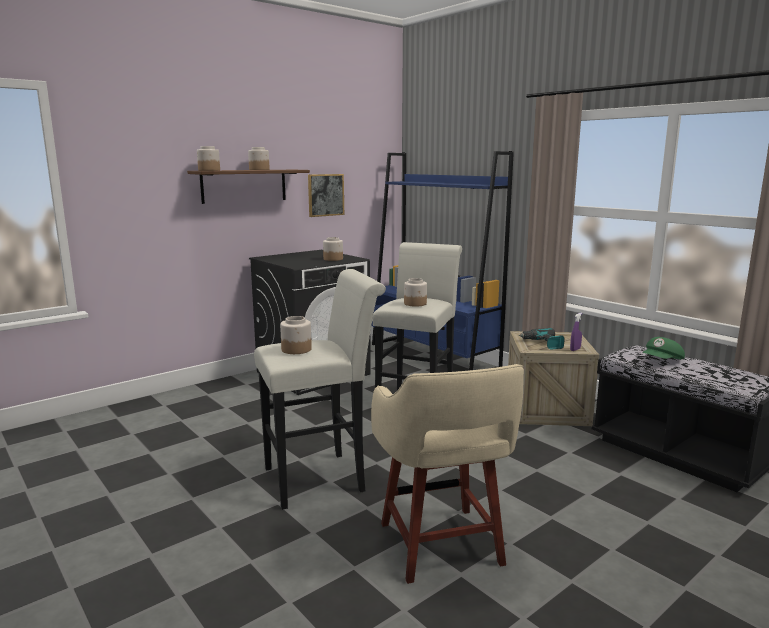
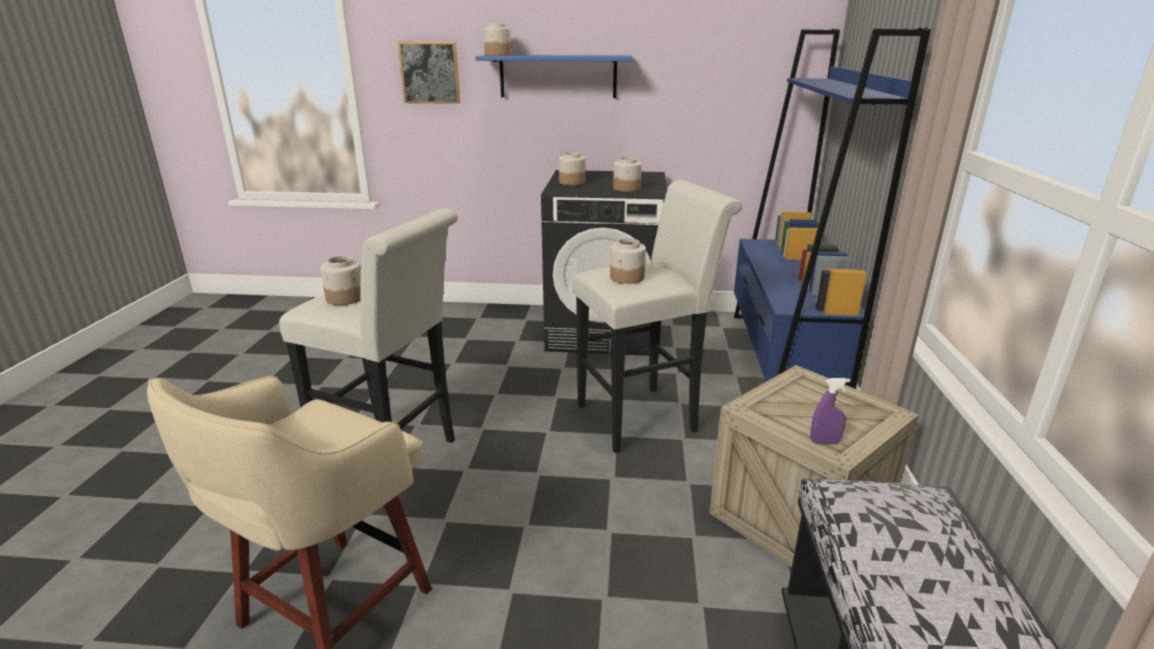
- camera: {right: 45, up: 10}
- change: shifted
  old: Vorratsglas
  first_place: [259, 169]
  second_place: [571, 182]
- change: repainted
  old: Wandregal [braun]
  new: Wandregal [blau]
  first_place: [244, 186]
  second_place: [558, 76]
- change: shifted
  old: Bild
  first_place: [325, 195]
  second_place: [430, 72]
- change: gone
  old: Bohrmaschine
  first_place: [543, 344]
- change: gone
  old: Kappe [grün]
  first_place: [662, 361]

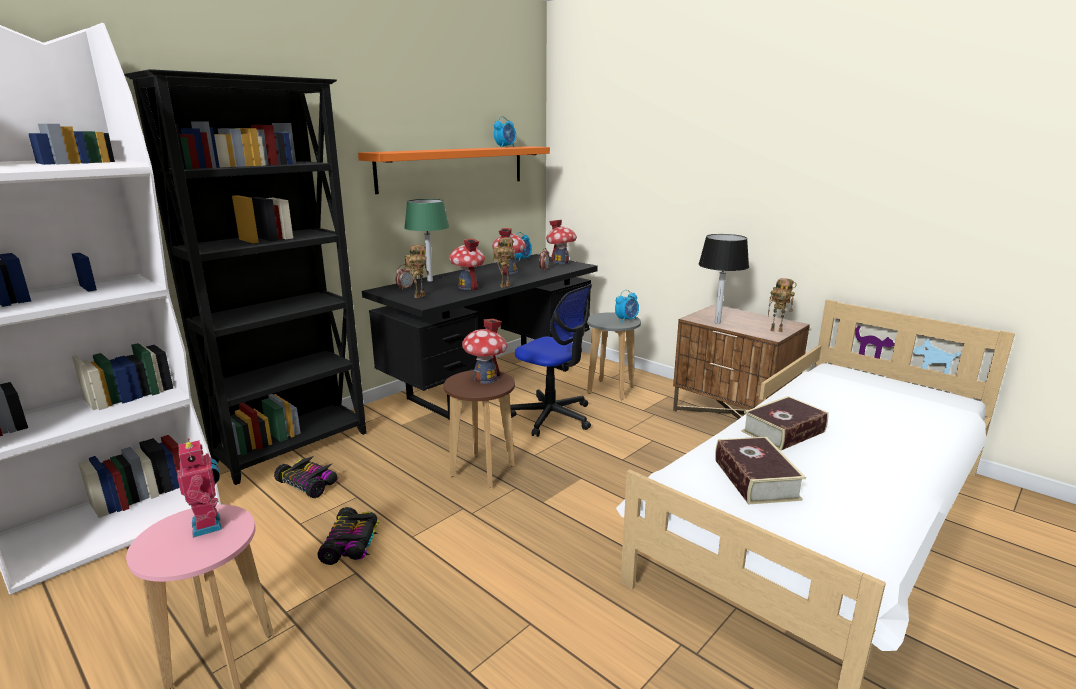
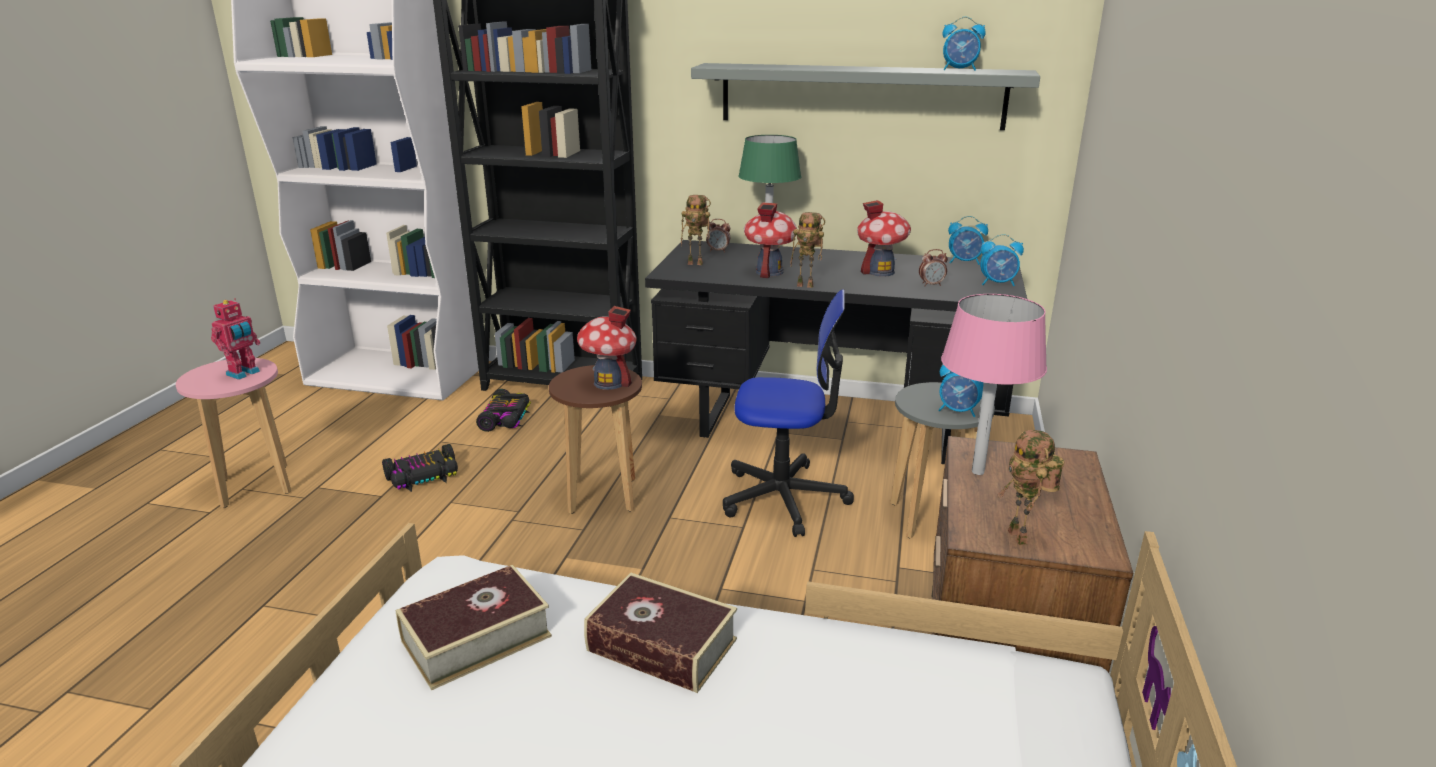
- camera: {right: 60, up: 5}
- change: repainted
  old: Wandregal [orange]
  new: Wandregal [grau]
  first_place: [453, 168]
  second_place: [861, 96]
- change: swapped
  old: Spielzeughaus
  new: Wecker
  first_place: [561, 262]
  second_place: [998, 283]
- change: repainted
  old: Tischlampe [schwarz]
  new: Tischlampe [rosa]
  first_place: [717, 322]
  second_place: [978, 472]
- change: rotated
  old: Bürostuhl
  first_place: [552, 417]
  second_place: [784, 498]
  degrees: -90

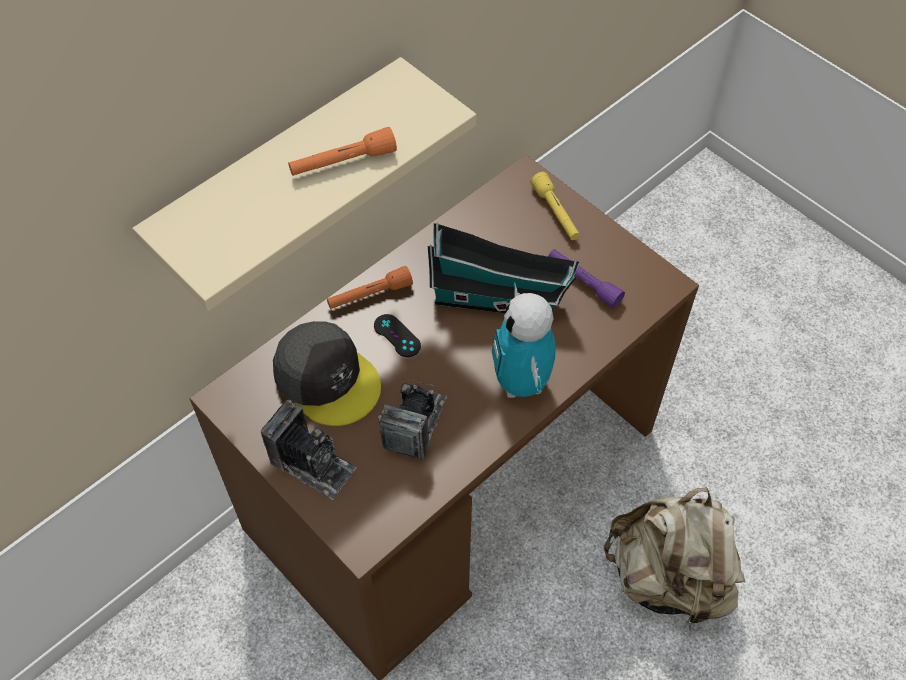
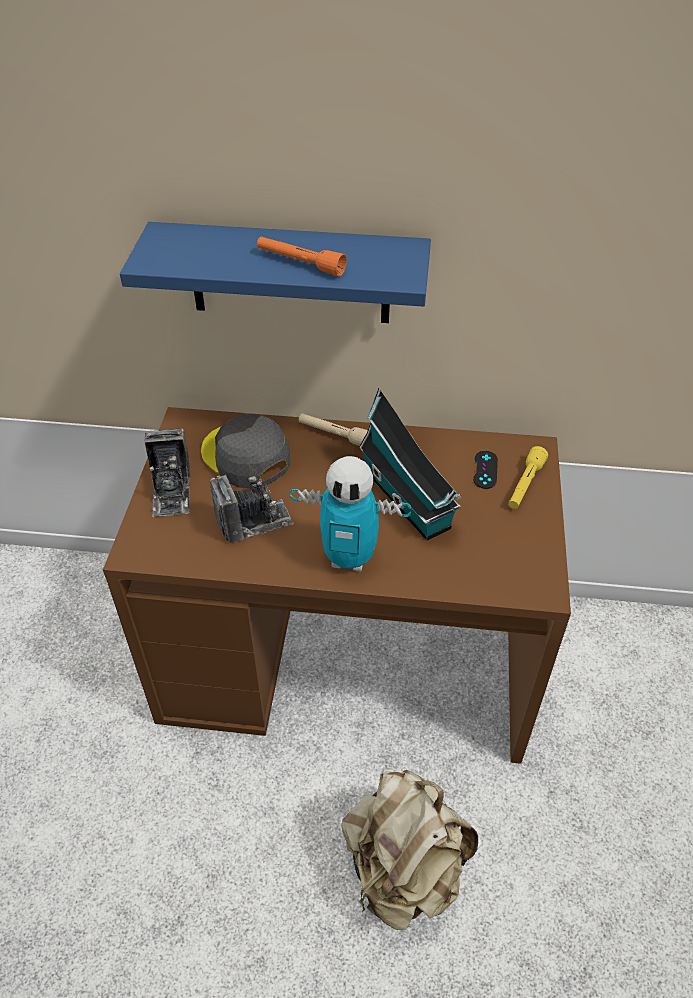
- camera: {right: 50, up: -10}
- change: repainted
  old: Wandregal [beige]
  new: Wandregal [blau]
  first_place: [282, 177]
  second_place: [290, 273]
- change: gone
  old: Taschenlampe [lila]
  first_place: [583, 282]
- change: repainted
  old: Taschenlampe [orange]
  new: Taschenlampe [beige]
  first_place: [369, 295]
  second_place: [334, 435]
- change: rotated
  old: Spielzeugroboter
  first_place: [521, 383]
  second_place: [349, 558]
  degrees: -120
- change: shifted
  old: Gamepad [schwarz]
  first_place: [397, 336]
  second_place: [485, 470]
- change: rotated
  old: Kappe [grau]
  first_place: [327, 378]
  second_place: [245, 456]
  degrees: 135

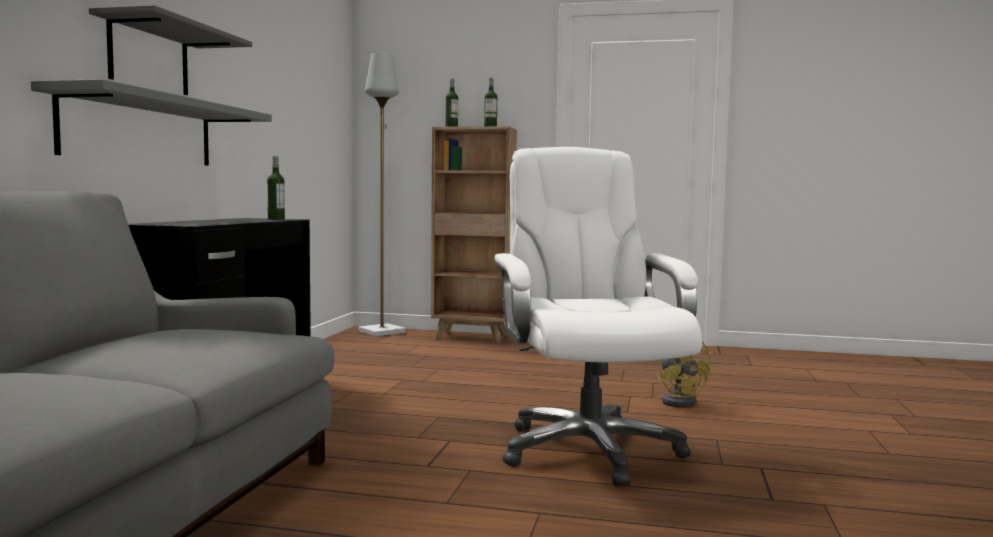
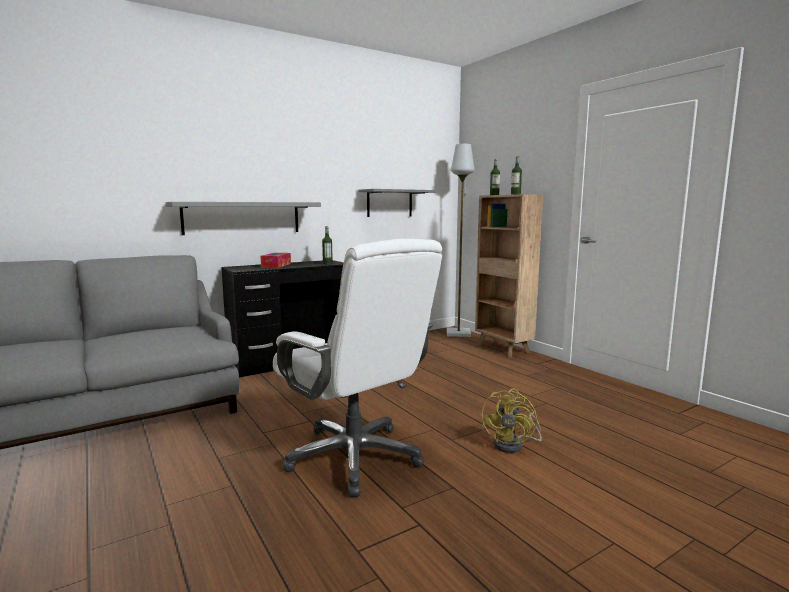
- camera: {right: 45, up: 5}
- change: shifted
  old: Wandregal [grau]
  first_place: [149, 57]
  second_place: [389, 203]
- change: rotated
  old: Bürostuhl [weiß]
  first_place: [588, 450]
  second_place: [355, 457]
  degrees: 105
- change: new
  new: Taschentuchbox
  second_place: [276, 265]

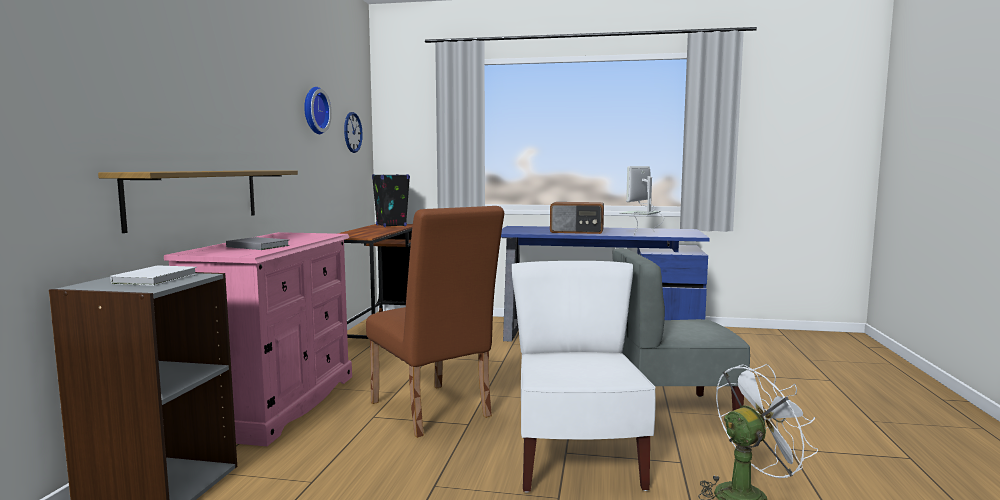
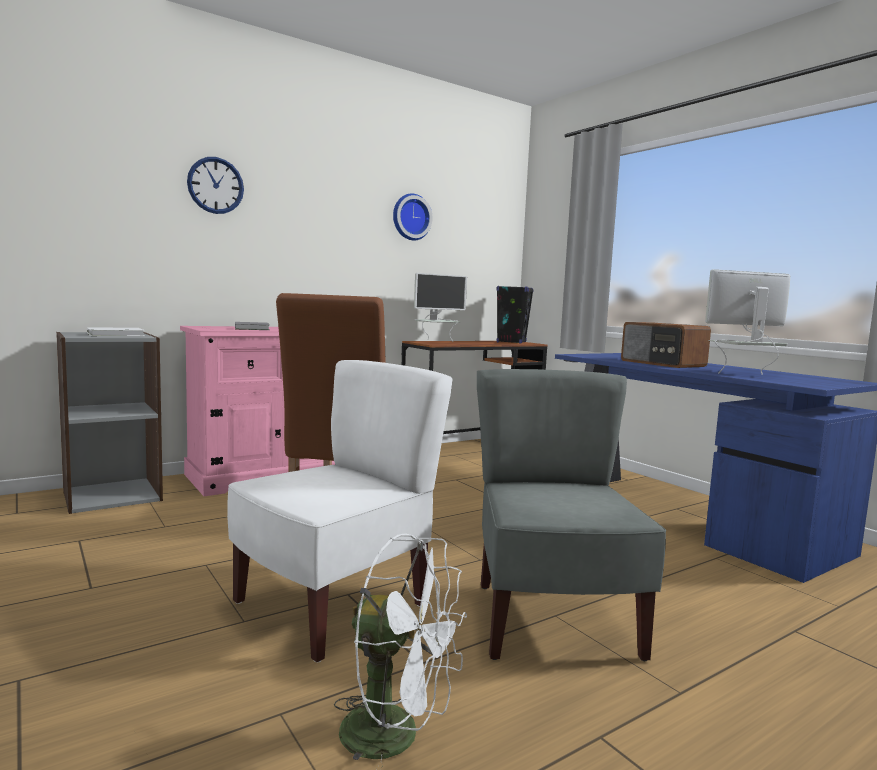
- camera: {right: 45, up: 0}
- change: shifted
  old: Wanduhr
  first_place: [352, 132]
  second_place: [215, 185]
- change: gone
  old: Wandregal
  first_place: [196, 197]
- change: rotated
  old: Stuhl [grau]
  first_place: [672, 414]
  second_place: [551, 620]
  degrees: 45
- change: new
  new: Monitor
  second_place: [436, 342]

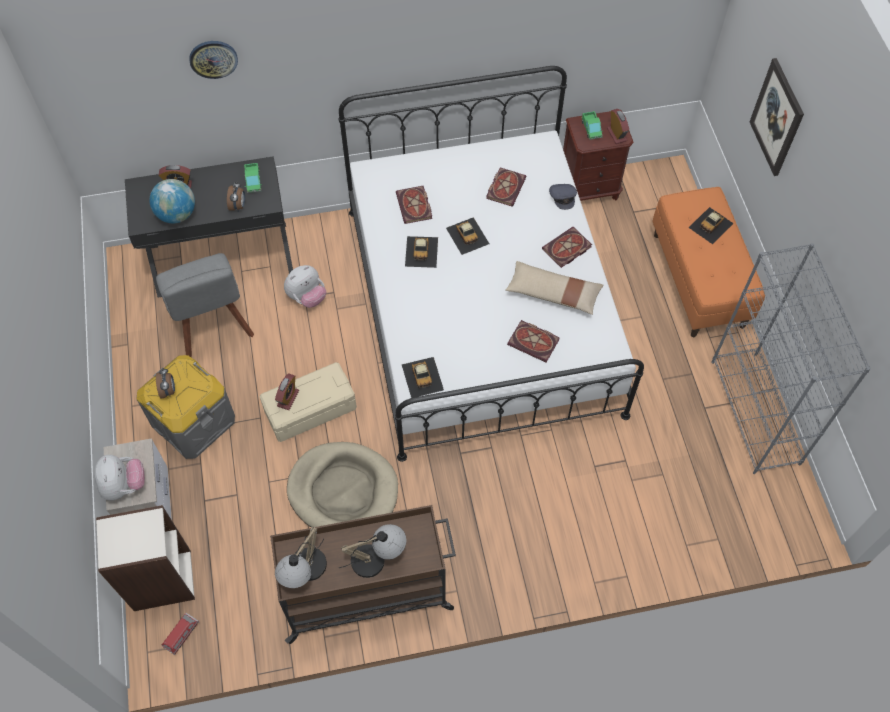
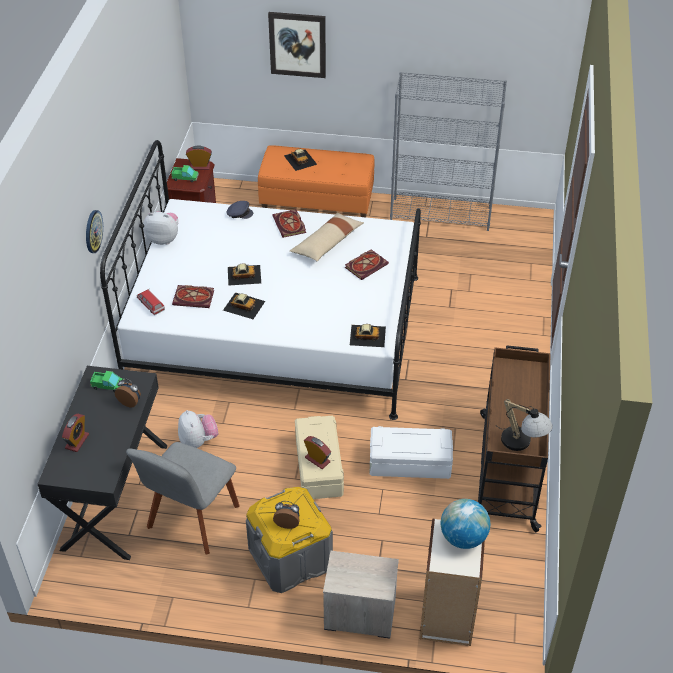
- camera: {right: -70, up: -15}
- change: shifted
  old: Wanduhr
  first_place: [213, 58]
  second_place: [93, 231]
- change: gone
  old: Buch
  first_place: [505, 187]
- change: shifted
  old: Globus
  first_place: [177, 214]
  second_place: [463, 537]
- change: rotated
  old: Stuhl [grau]
  first_place: [213, 327]
  second_place: [191, 520]
  degrees: 120
- change: swapped
  old: Hundebett [beige]
  new: Aufbewahrungsbox [weiß]
  first_place: [343, 491]
  second_place: [409, 463]
- change: shifted
  old: Plüschtier
  first_place: [124, 485]
  second_place: [163, 239]
- change: gone
  old: Tischlampe
  first_place: [377, 559]
- change: shifted
  old: Spielzeugauto
  first_place: [181, 635]
  second_place: [151, 305]

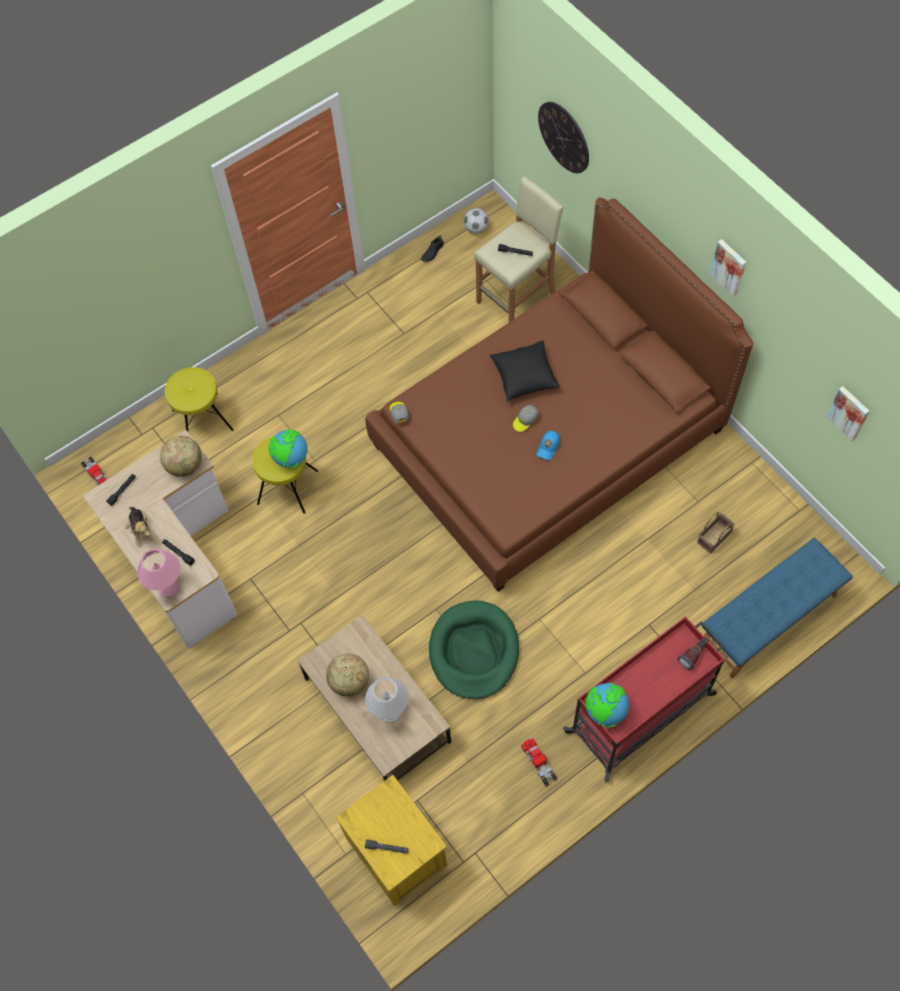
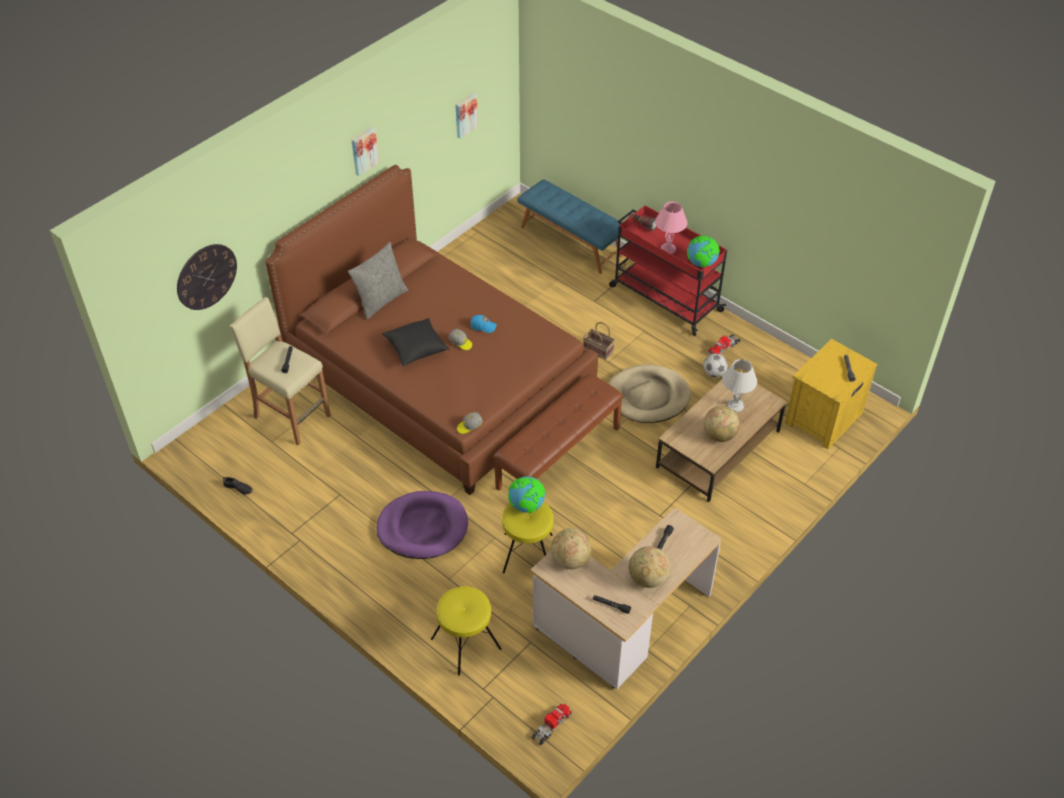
- camera: {right: -105, up: -15}
- change: shifted
  old: Fußball
  first_place: [476, 228]
  second_place: [714, 373]
- change: swapped
  old: Plüschtier
  new: Globus
  first_place: [141, 529]
  second_place: [647, 578]
- change: shifted
  old: Korb
  first_place: [714, 538]
  second_place: [599, 349]
- change: shifted
  old: Tischlampe [rosa]
  first_place: [169, 588]
  second_place: [668, 249]
- change: repainted
  old: Hundebett [grün]
  new: Hundebett [beige]
  first_place: [474, 651]
  second_place: [648, 397]
- change: new
  new: Kissen [grau]
  second_place: [380, 300]
- change: new
  new: Bank [braun]
  second_place: [558, 457]
- change: new
  new: Hundebett [lila]
  second_place: [422, 527]

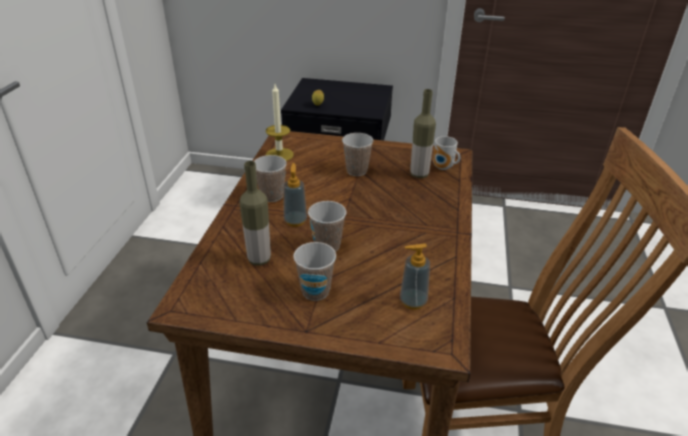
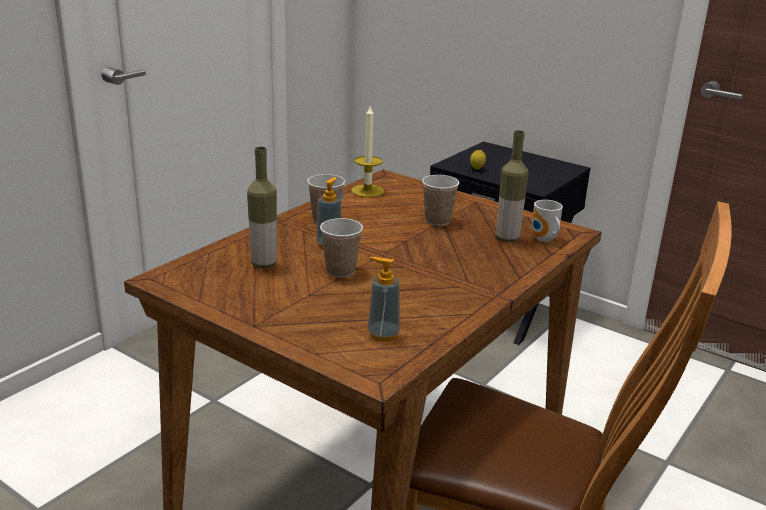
- camera: {right: 25, up: -10}
- change: gone
  old: Tasse
  first_place: [315, 291]

